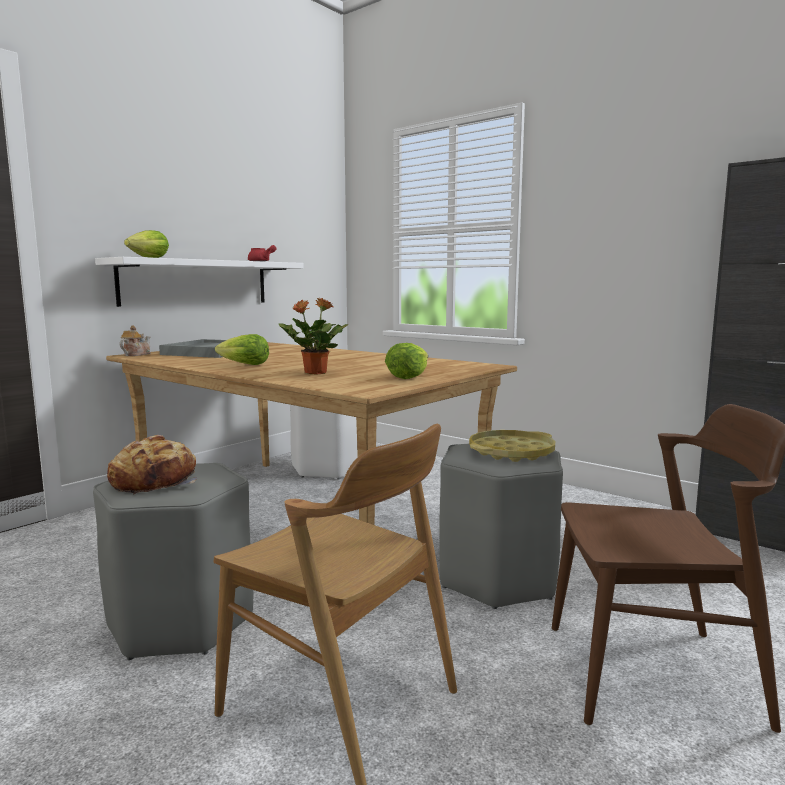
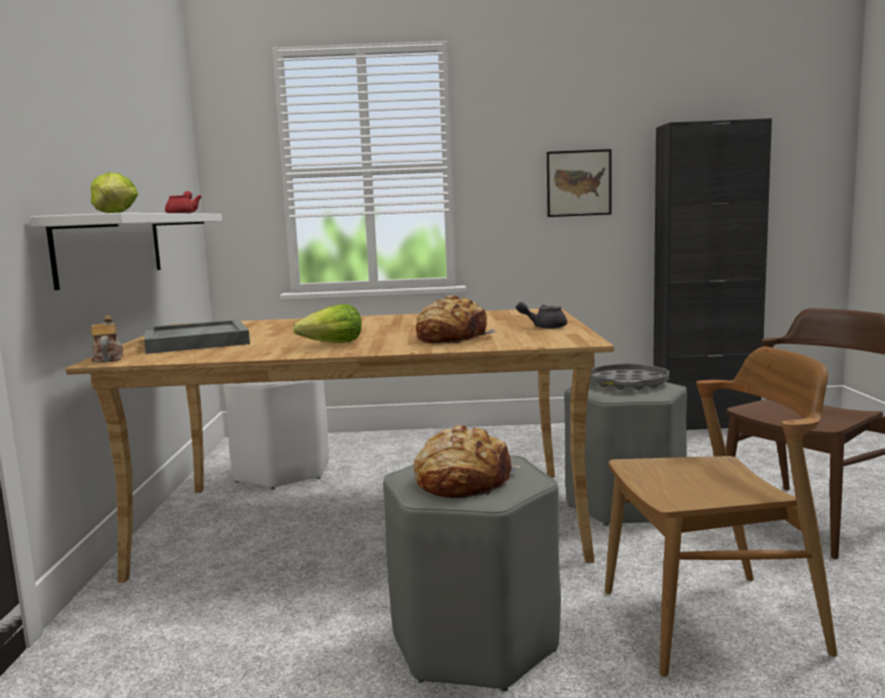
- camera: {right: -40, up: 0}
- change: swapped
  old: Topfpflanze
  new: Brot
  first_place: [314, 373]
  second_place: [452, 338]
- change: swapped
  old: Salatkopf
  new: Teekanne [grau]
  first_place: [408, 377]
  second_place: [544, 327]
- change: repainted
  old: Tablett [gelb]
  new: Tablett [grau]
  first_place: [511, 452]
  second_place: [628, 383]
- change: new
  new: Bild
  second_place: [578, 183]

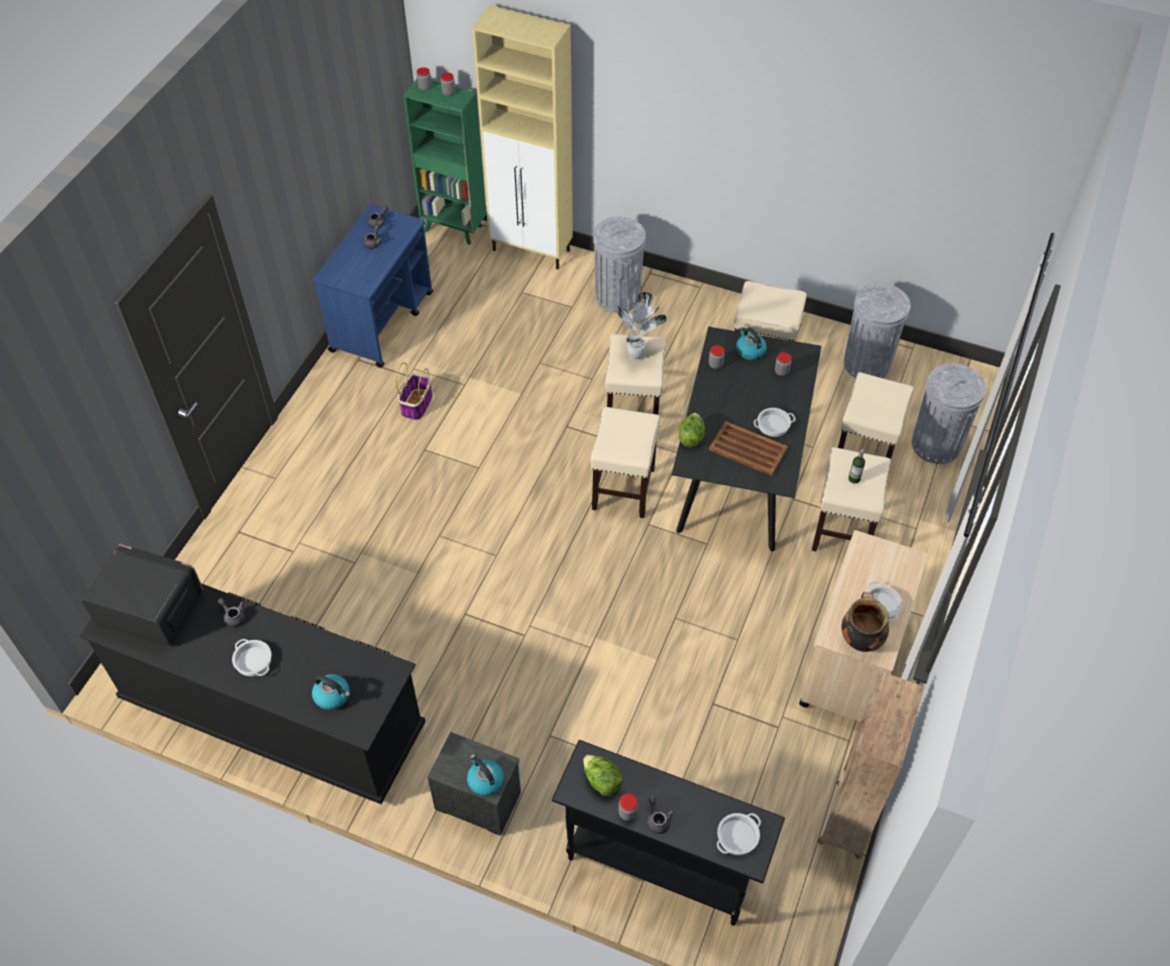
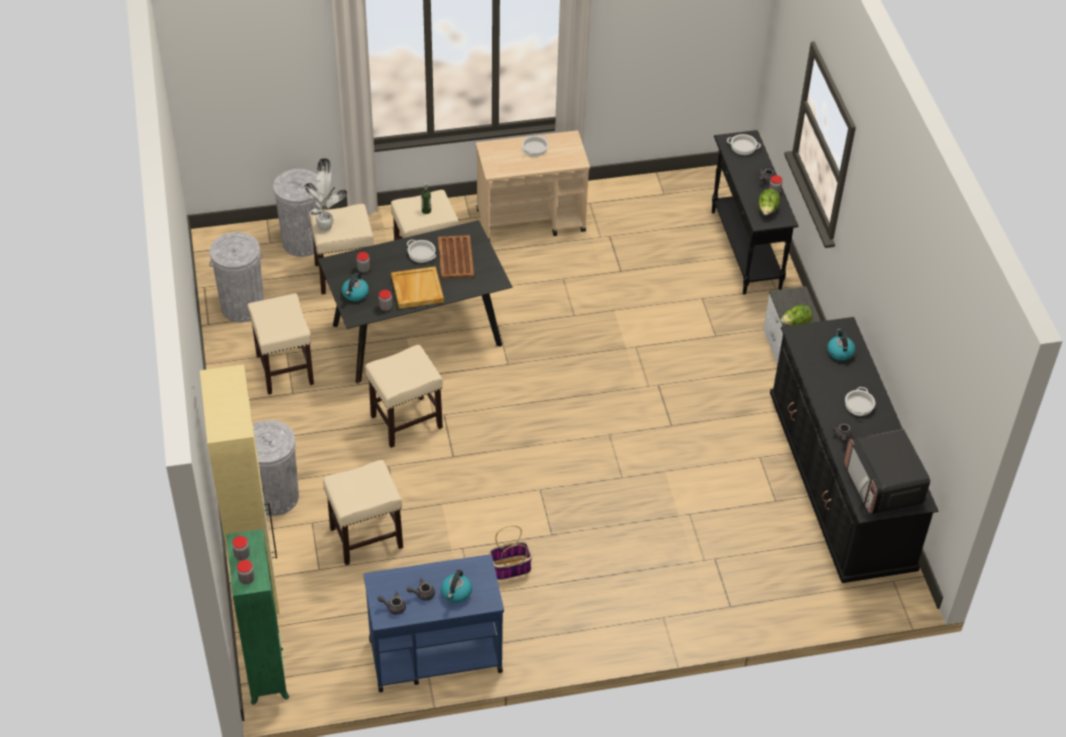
- camera: {right: -125, up: -5}
- change: shifted
  old: Topfpflanze
  first_place: [637, 356]
  second_place: [325, 226]
- change: shifted
  old: Hocker [beige]
  first_place: [623, 488]
  second_place: [365, 538]
- change: shifted
  old: Salatkopf
  first_place: [691, 437]
  second_place: [795, 324]
- change: gone
  old: Kochtopf
  first_place: [860, 639]
- change: gone
  old: Bücherregal [braun]
  first_place: [847, 820]
- change: shifted
  old: Wasserkessel
  first_place: [485, 780]
  second_place: [456, 593]
- change: new
  new: Tablett [beige]
  second_place: [416, 289]

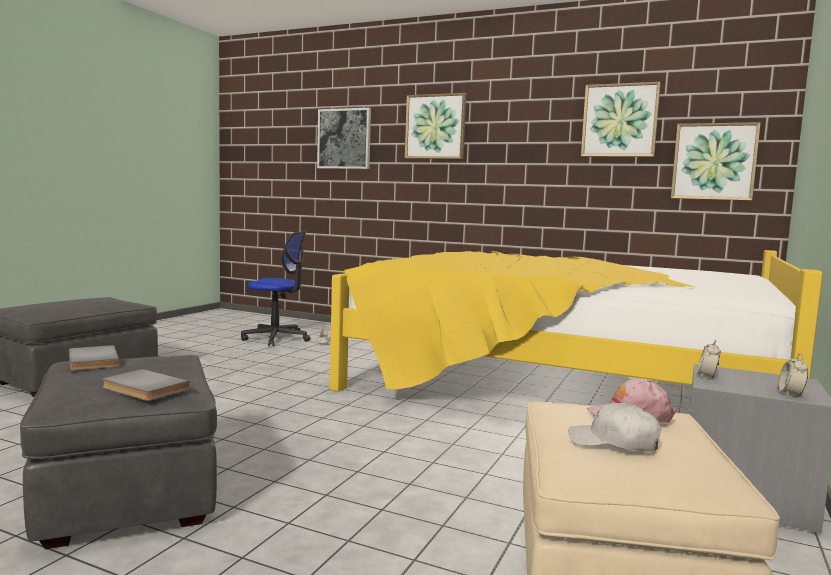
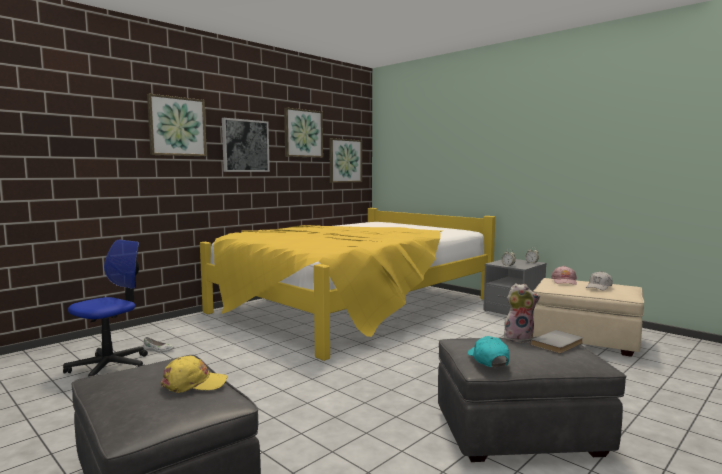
- camera: {right: -70, up: 0}
- change: shifted
  old: Bild
  first_place: [344, 139]
  second_place: [245, 146]
- change: swapped
  old: Buch [grau]
  new: Kappe [türkis]
  first_place: [90, 361]
  second_place: [488, 360]
- change: new
  new: Plüschtier
  second_place: [518, 338]
- change: new
  new: Kappe [gelb]
  second_place: [194, 383]

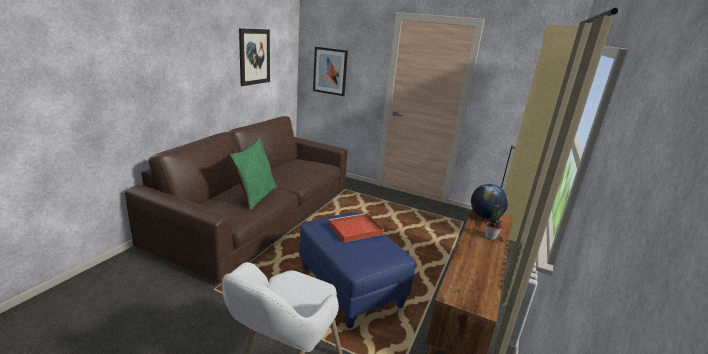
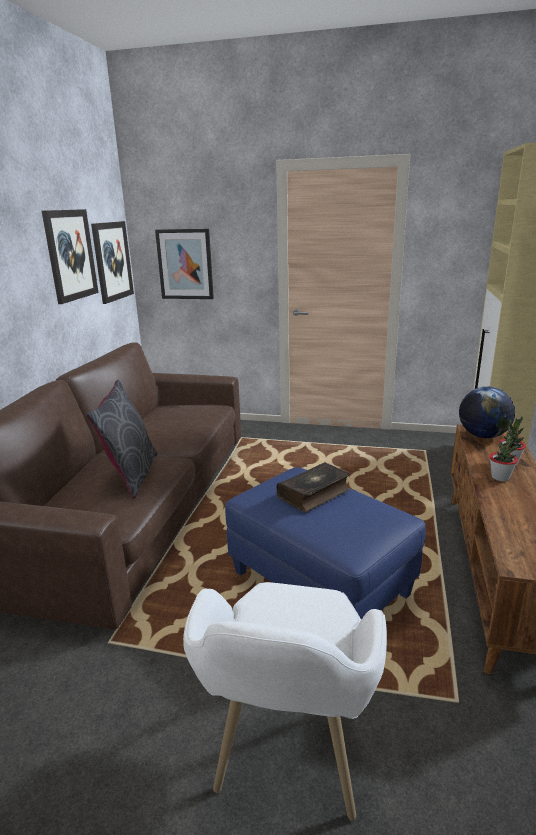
- camera: {right: -10, up: 0}
- change: repainted
  old: Kissen [grün]
  new: Kissen [grau]
  first_place: [255, 196]
  second_place: [131, 475]
- change: swapped
  old: Tablett [rot]
  new: Buch
  first_place: [354, 229]
  second_place: [314, 494]
- change: new
  new: Bild
  second_place: [112, 261]
- change: new
  new: Topfpflanze
  second_place: [500, 477]

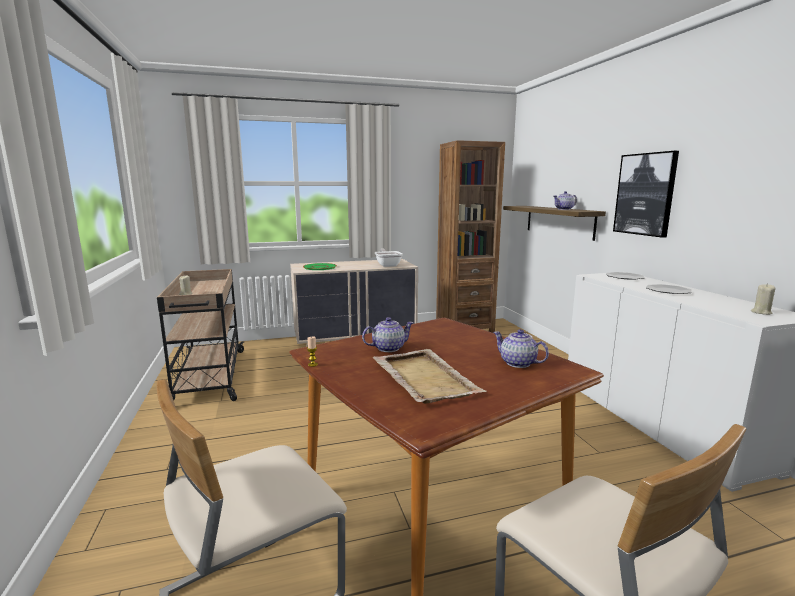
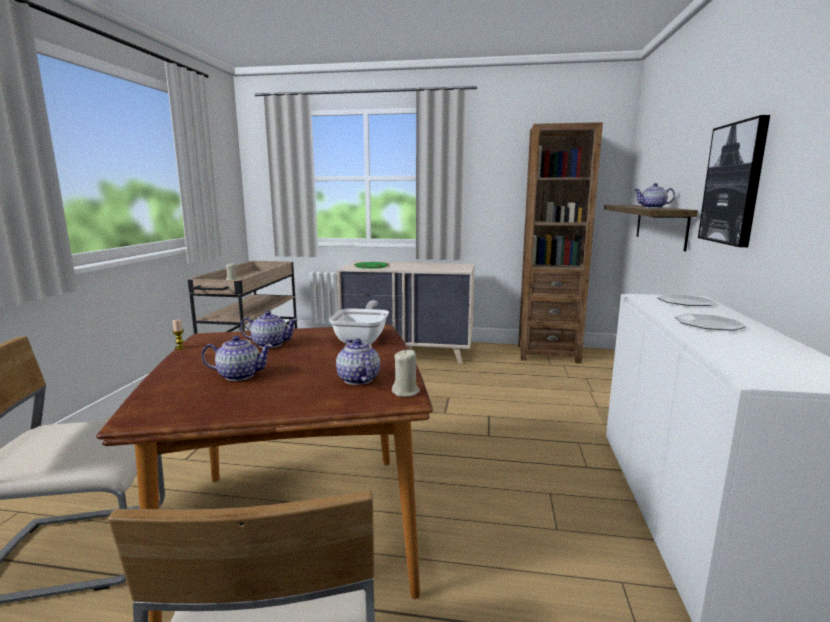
- camera: {right: 25, up: 0}
- change: shifted
  old: Pfanne
  first_place: [387, 265]
  second_place: [363, 339]
- change: shifted
  old: Kerze [beige]
  first_place: [761, 312]
  second_place: [406, 392]
- change: swapped
  old: Tablett [beige]
  new: Teekanne
  first_place: [424, 377]
  second_place: [239, 375]

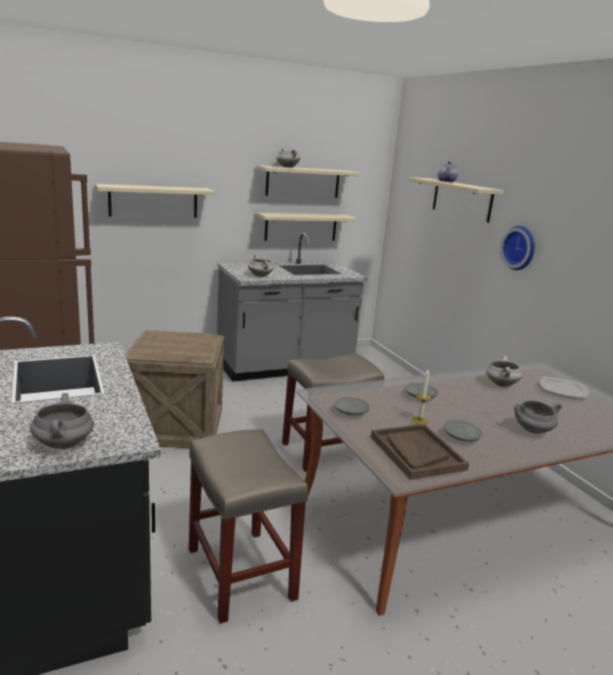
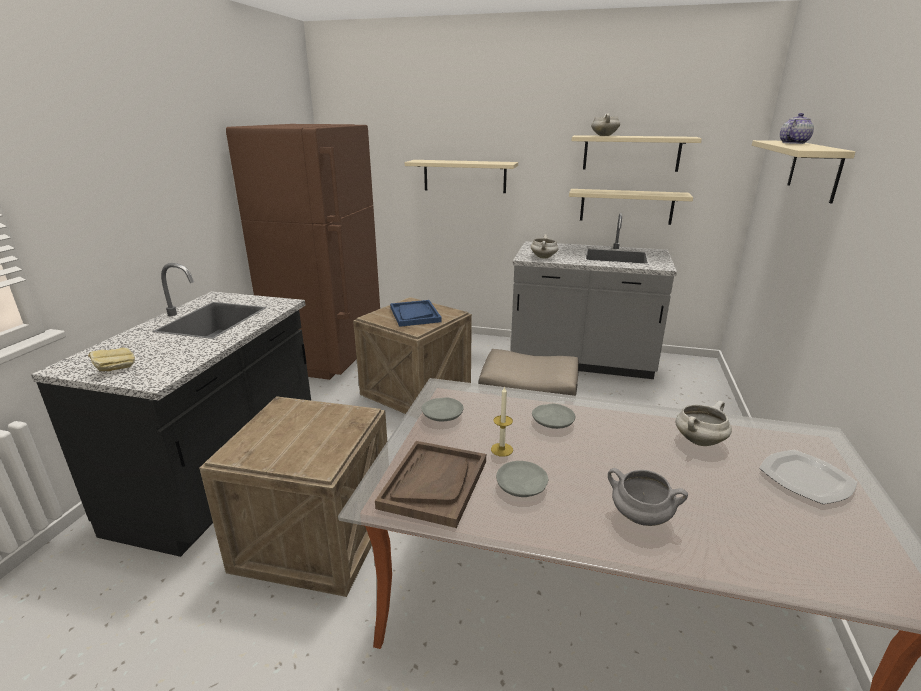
- camera: {right: 40, up: 5}
- change: gone
  old: Wanduhr
  first_place: [520, 248]
- change: swapped
  old: Kochtopf [grau]
  new: Brot
  first_place: [64, 445]
  second_place: [115, 370]
- change: swapped
  old: Hocker [beige]
  new: Kiste
  first_place: [239, 572]
  second_place: [315, 538]
- change: new
  new: Tablett [blau]
  second_place: [415, 315]

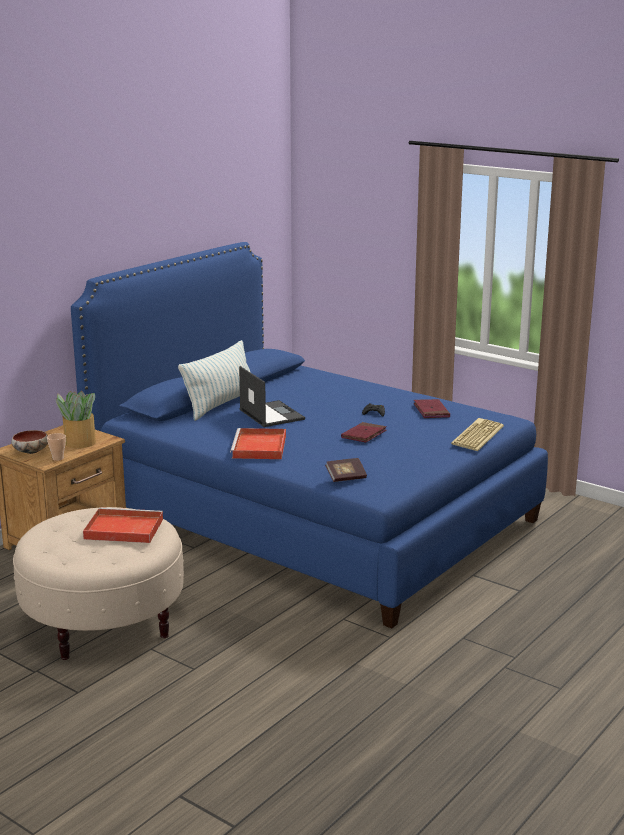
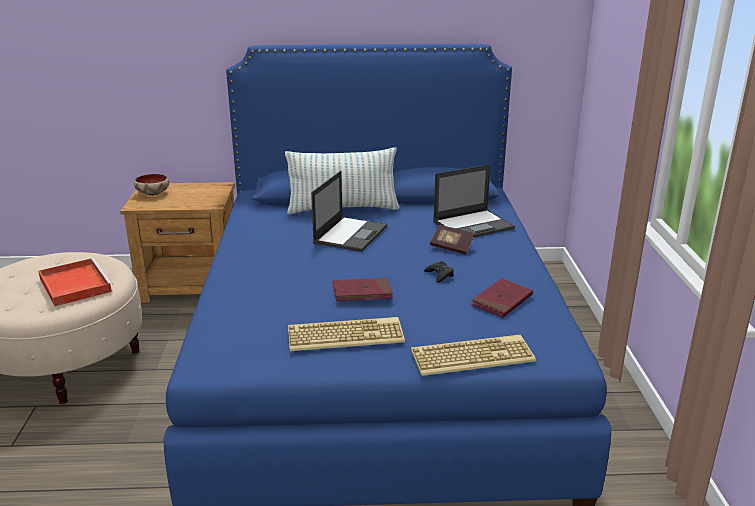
- camera: {right: 50, up: 5}
- change: gone
  old: Topfpflanze
  first_place: [79, 442]
- change: gone
  old: Tablett [rot]
  first_place: [259, 447]
- change: gone
  old: Tasse
  first_place: [58, 458]
- change: shifted
  old: Buch
  first_place: [346, 477]
  second_place: [451, 247]
- change: new
  new: Laptop
  second_place: [474, 225]
- change: new
  new: Tastatur
  second_place: [346, 334]

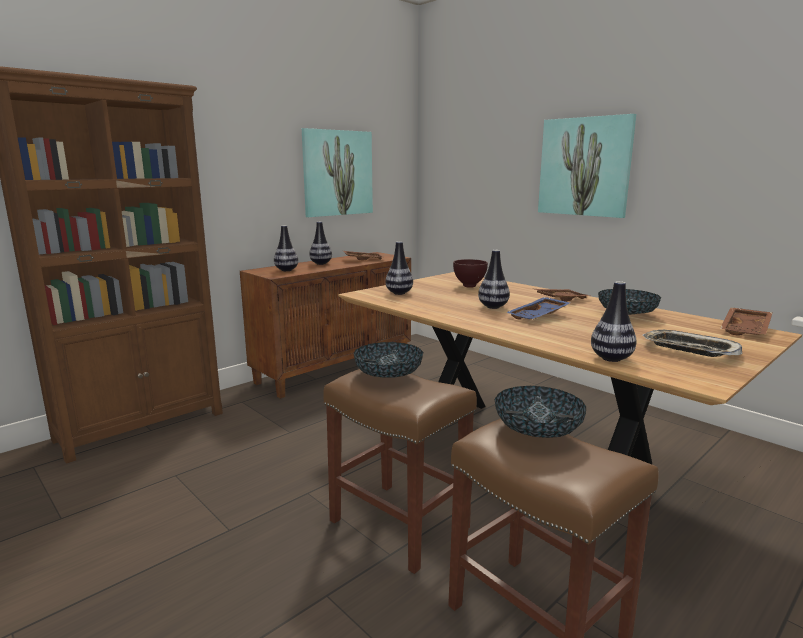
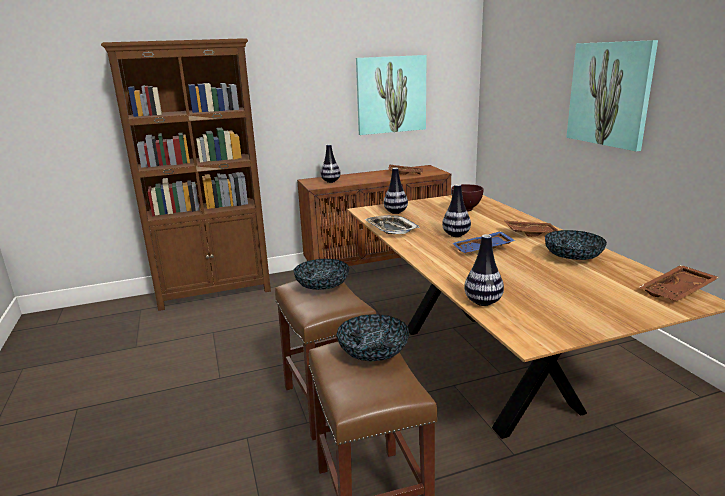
- camera: {right: 25, up: 5}
- change: gone
  old: Vase
  first_place: [321, 263]
- change: shifted
  old: Tablett
  first_place: [689, 349]
  second_place: [391, 229]

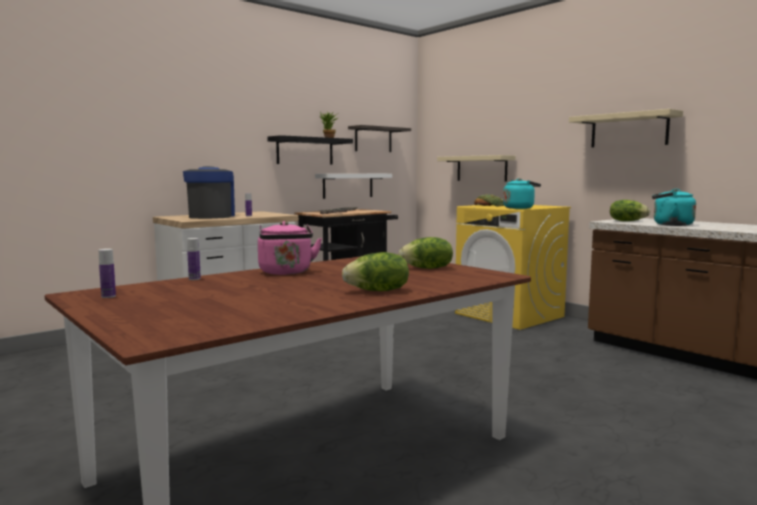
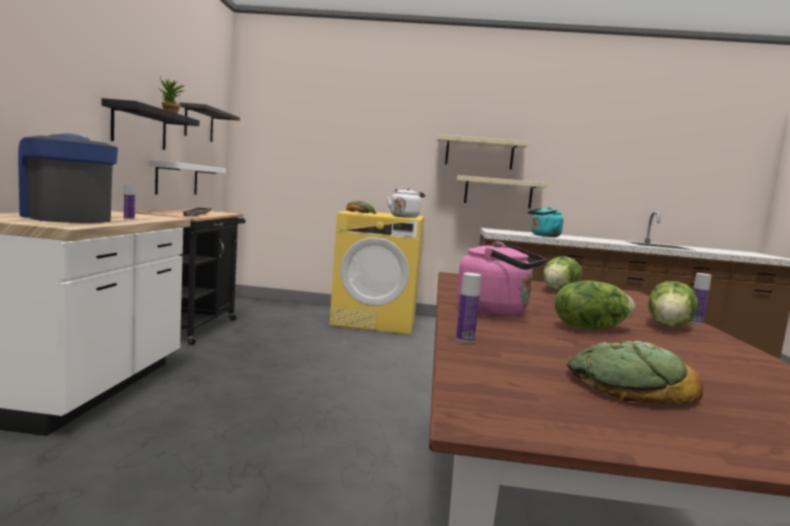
- camera: {right: -45, up: 0}
- change: shifted
  old: Wandregal [beige]
  first_place: [481, 168]
  second_place: [498, 192]
- change: repainted
  old: Wasserkessel [türkis]
  new: Wasserkessel [weiß]
  first_place: [519, 208]
  second_place: [405, 217]
- change: shifted
  old: Salatkopf
  first_place: [627, 221]
  second_place: [590, 328]
- change: shifted
  old: Flasche
  first_place: [108, 296]
  second_place: [695, 322]
- change: new
  new: Brot
  second_place: [628, 385]

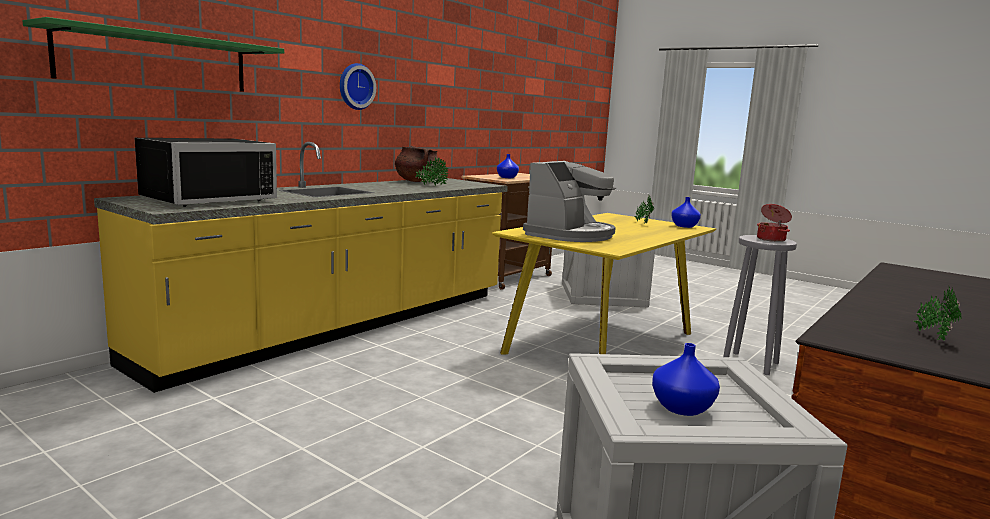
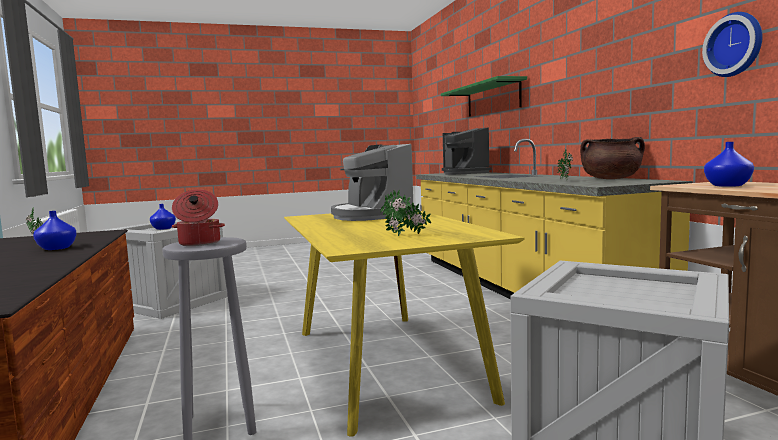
- camera: {right: 125, up: -5}
- change: shifted
  old: Wanduhr
  first_place: [355, 86]
  second_place: [735, 45]
- change: swapped
  old: Mikrowelle [schwarz]
  new: Kaffeemaschine
  first_place: [205, 199]
  second_place: [464, 173]
- change: shifted
  old: Vase [blau]
  first_place: [684, 226]
  second_place: [56, 248]

